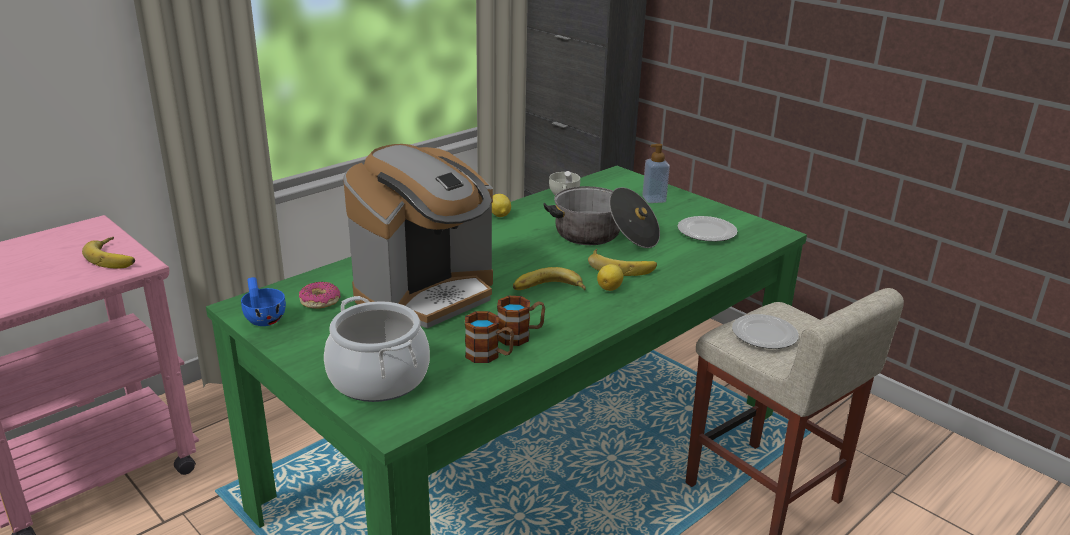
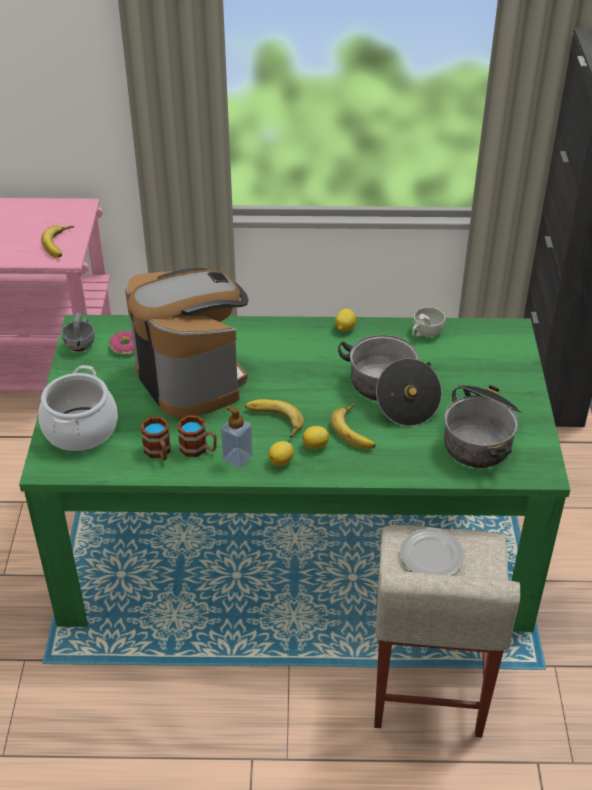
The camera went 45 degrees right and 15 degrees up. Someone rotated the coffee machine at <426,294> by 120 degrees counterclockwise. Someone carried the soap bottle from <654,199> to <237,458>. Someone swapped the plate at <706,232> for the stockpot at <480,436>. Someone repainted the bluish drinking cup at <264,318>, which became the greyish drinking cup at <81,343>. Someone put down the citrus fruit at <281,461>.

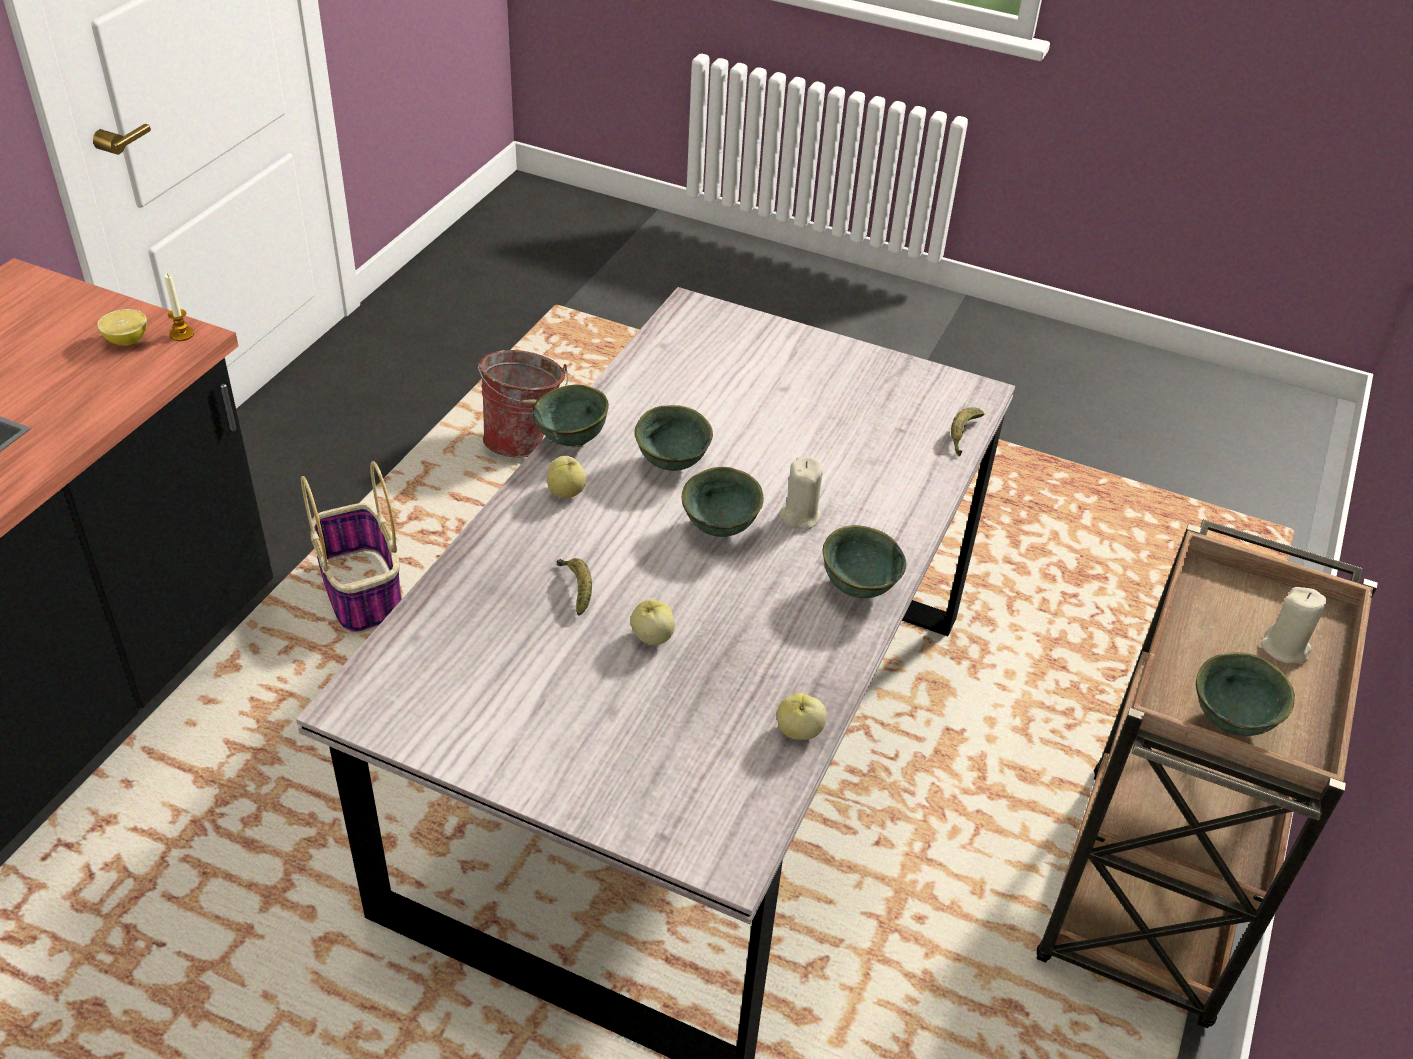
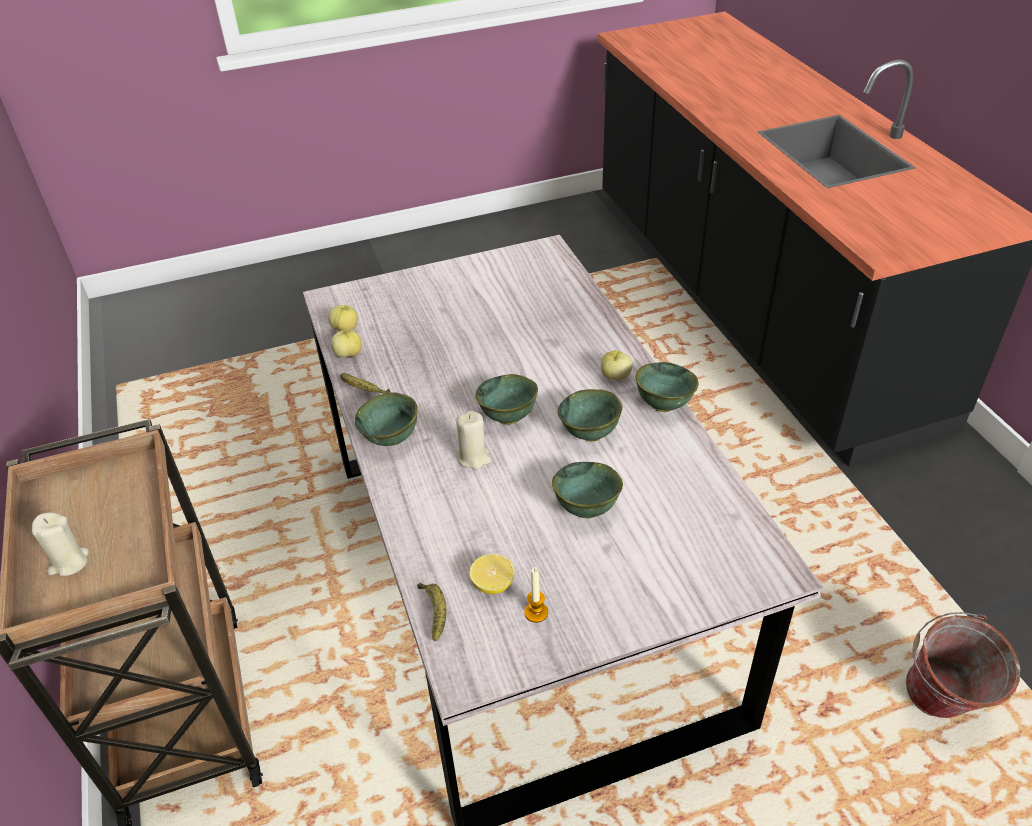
The camera went 140 degrees right and 0 degrees up. Someone carried the wax candle from <182,334> to <536,612>. Someone carried the citrus fruit from <127,340> to <493,584>. Someone took away the basket at <363,593>. Someone carried the whole banana from <577,589> to <363,390>. Someone carried the whole apple from <652,637> to <345,329>. Someone carried the green serving bowl from <1233,722> to <585,509>.

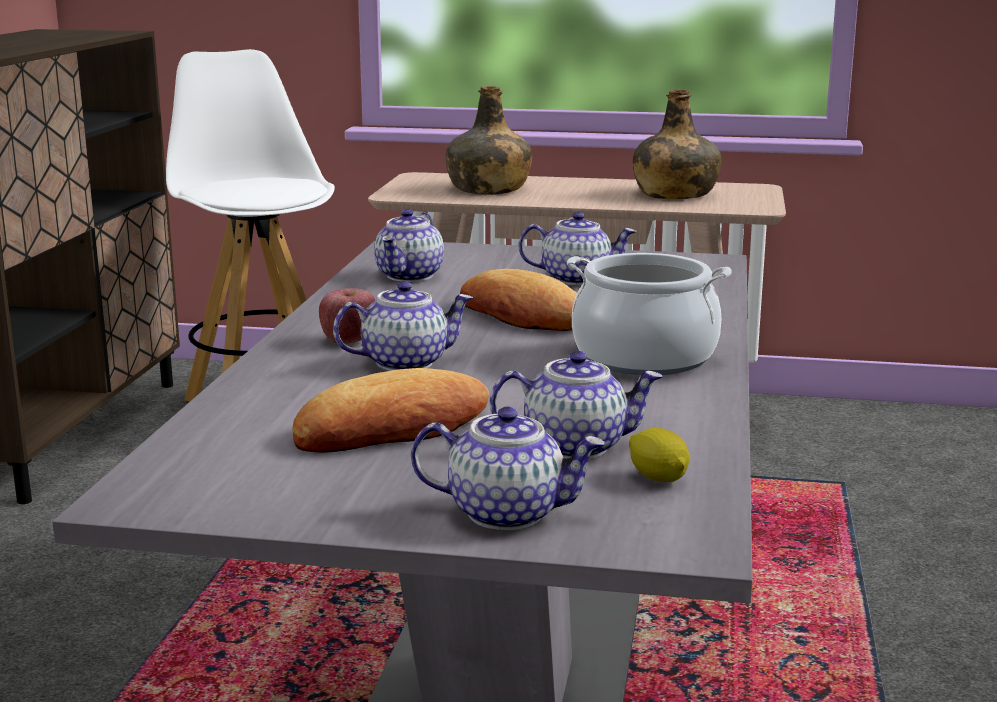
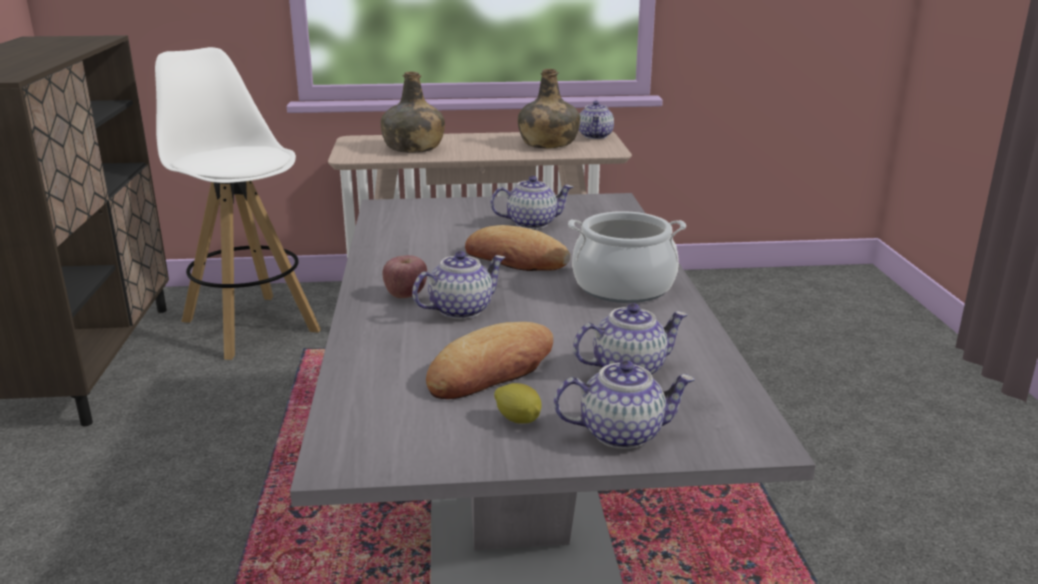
The camera went 15 degrees left and 5 degrees up. Someone carried the pot for tea from <410,276> to <595,136>. Someone carried the citrus fruit from <658,478> to <518,419>.

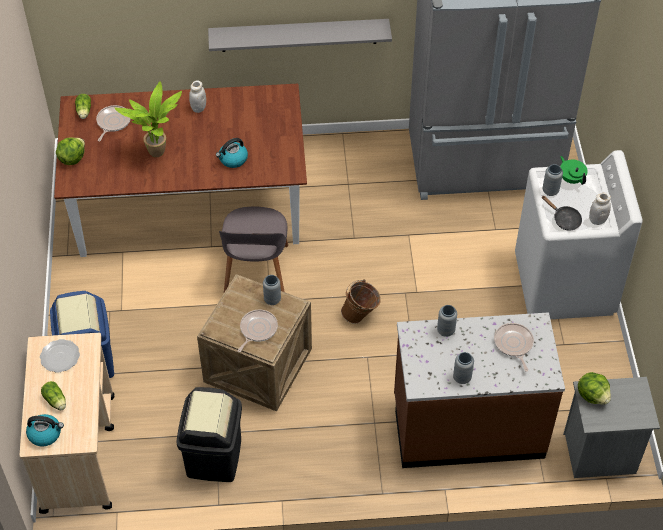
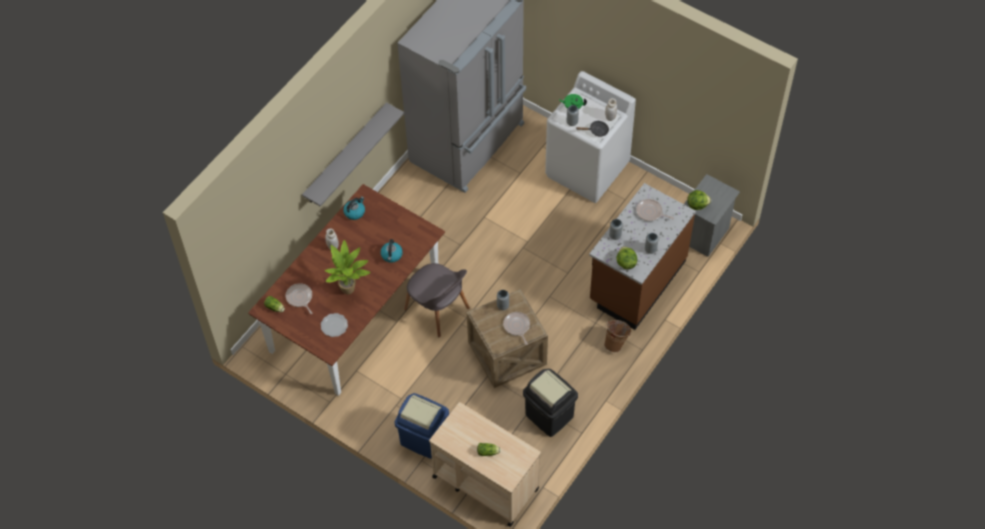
The camera went 50 degrees left and 5 degrees up. Someone carried the head of lettuce from <72,158> to <625,263>. Someone carried the brown water bucket from <361,316> to <616,343>. Someone carried the plate from <60,357> to <334,325>. Someone carried the kettle from <45,434> to <354,212>.

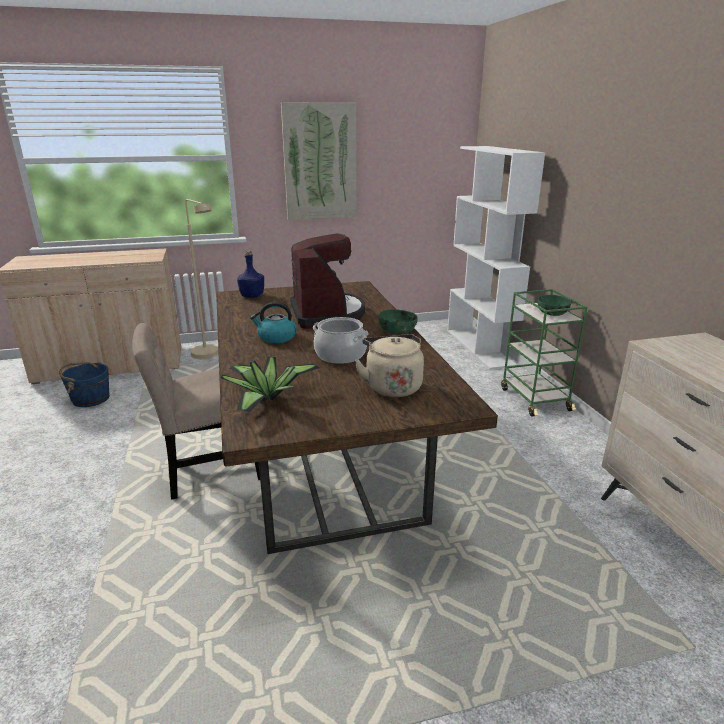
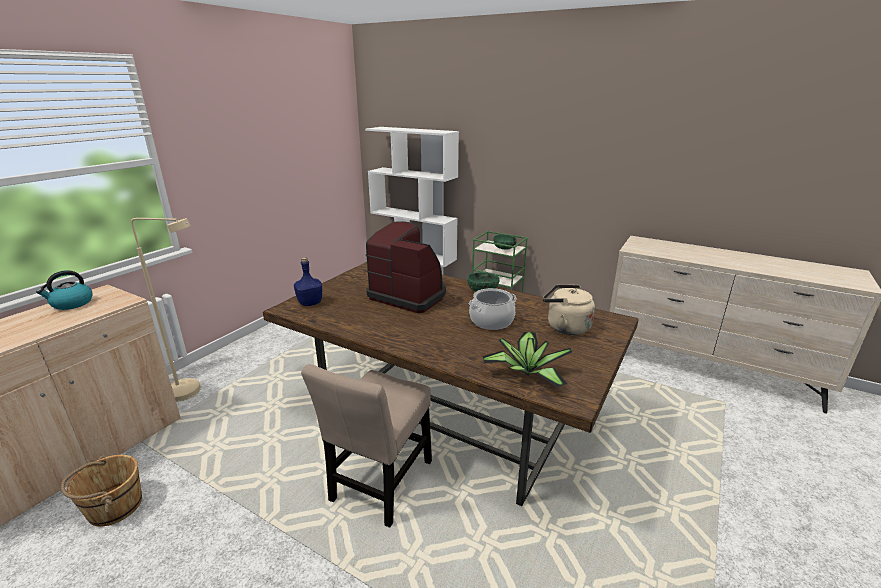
The camera went 45 degrees left and 0 degrees up. Someone took away the picture at <320,162>. Someone carried the kettle from <276,337> to <71,304>. Someone repainted the bluish water bucket at <90,399>, which became the brown water bucket at <114,507>.

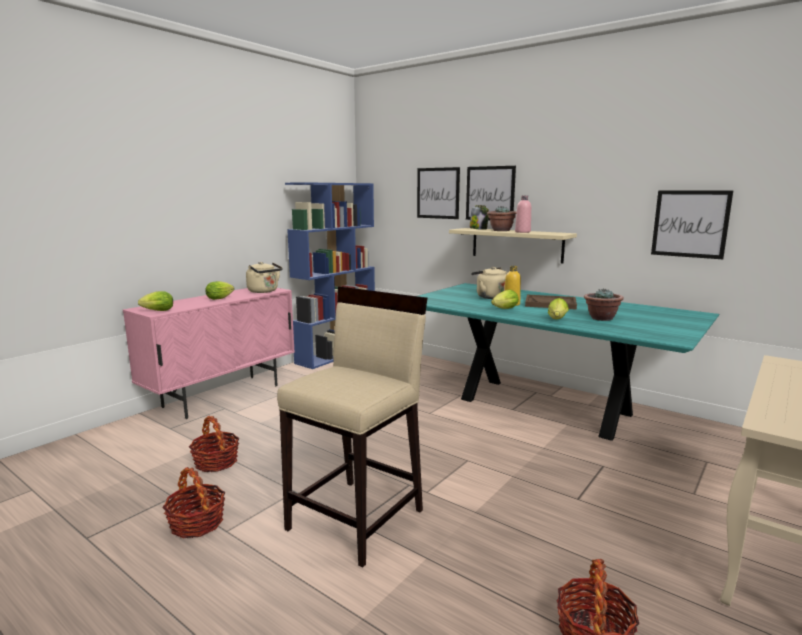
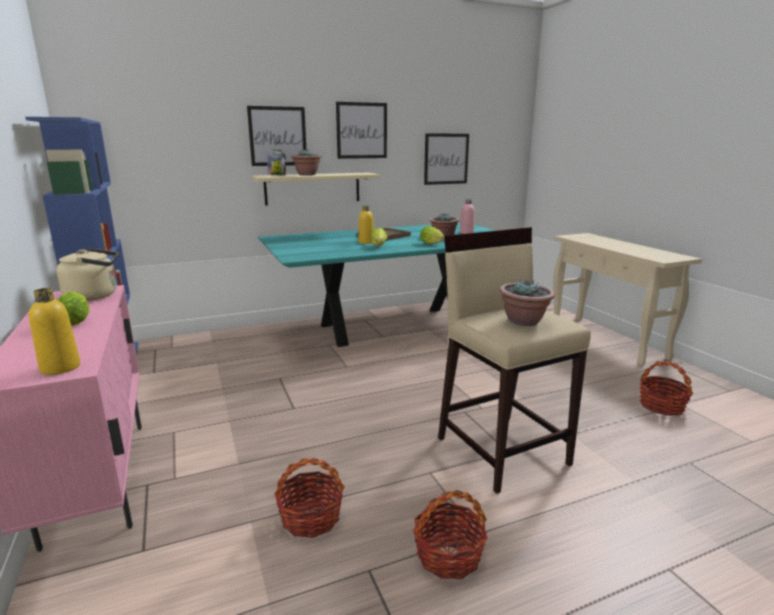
The camera went 60 degrees left and 5 degrees up. Someone carried the picture from <438,193> to <361,130>. Someone carried the pinkish beverage bottle from <522,232> to <466,232>. Someone took away the beige kettle at <489,297>. Someone swapped the head of lettuce at <156,311> for the yellow beverage bottle at <60,368>. Someone put down the houseplant at <524,321>.

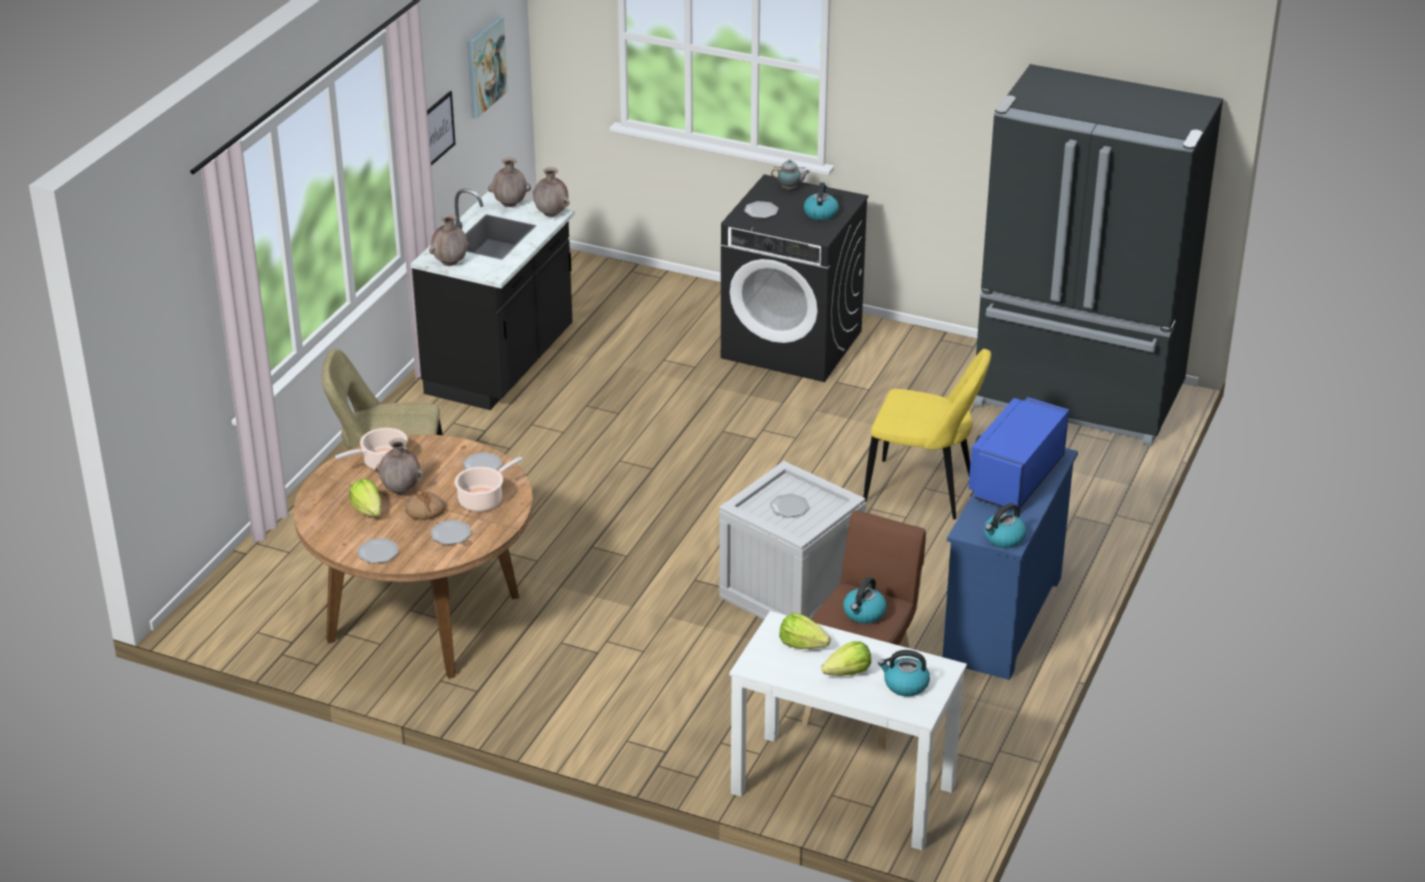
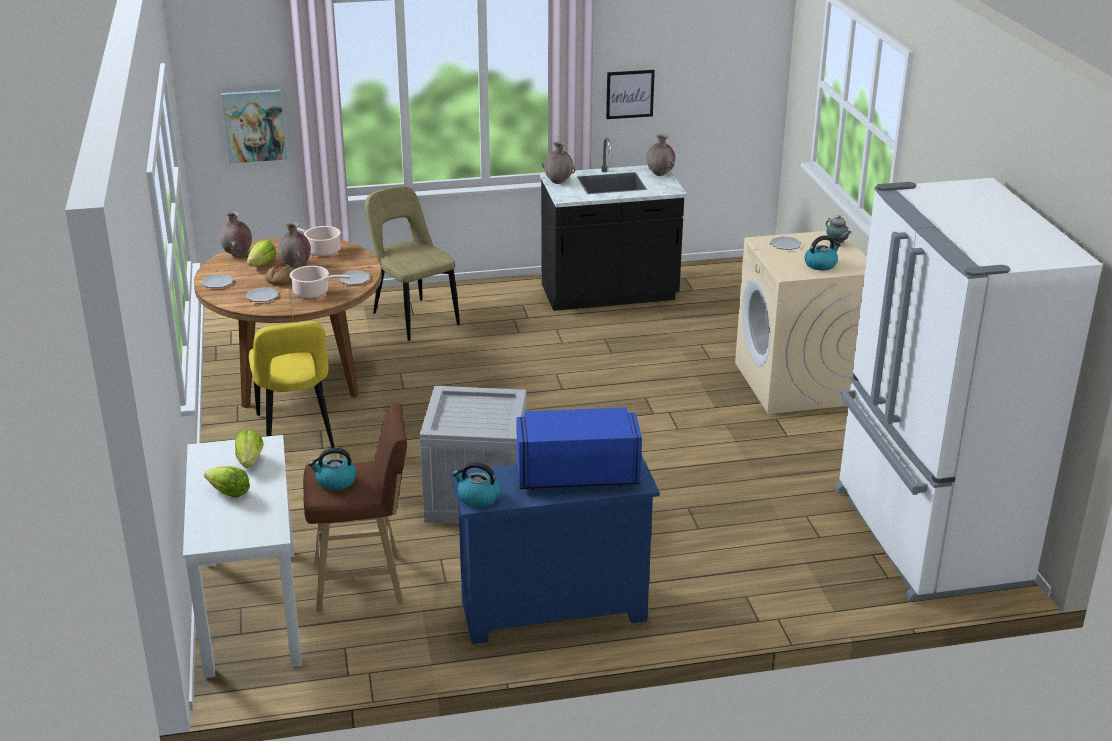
The camera went 55 degrees right and 5 degrees down. Someone carried the picture from <484,66> to <254,125>. Someone repainted the black-coloured refrigerator at <1078,398>, which became the white refrigerator at <925,537>. Someone carried the brown vase from <551,214> to <237,255>. Someone repainted the black-coloured washing machine at <792,344>, which became the beige washing machine at <797,384>. Someone carried the yellow plain chair from <924,491> to <296,434>. Someone took away the plate at <789,507>. Someone took away the kettle at <905,685>.

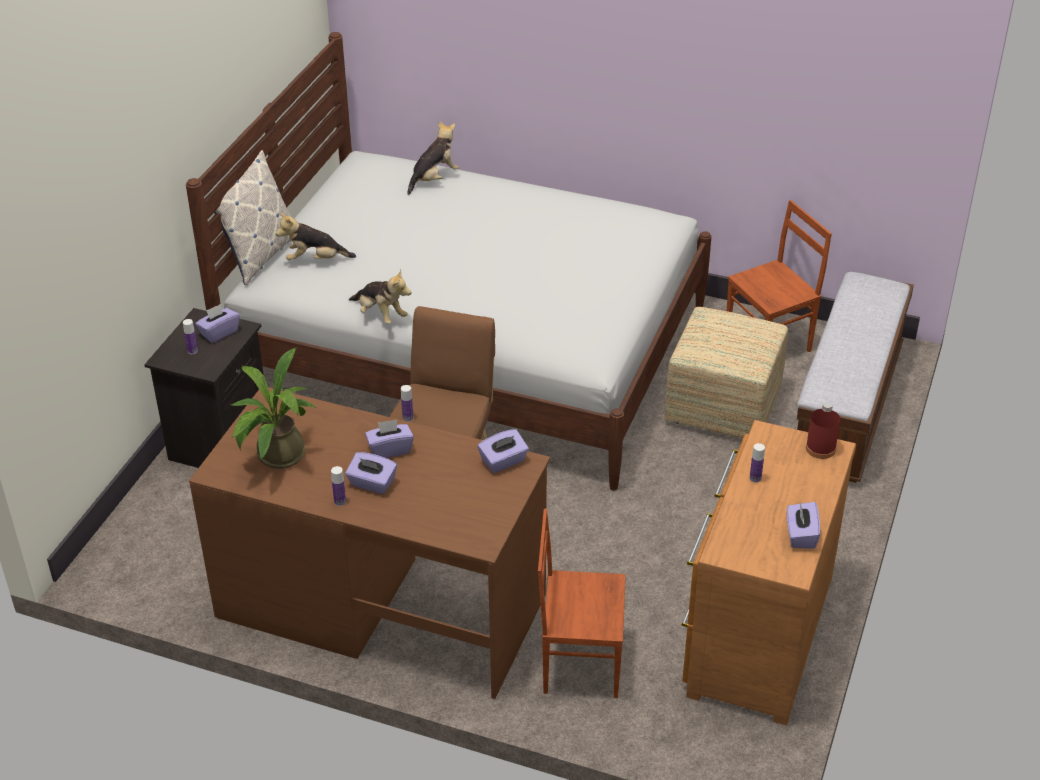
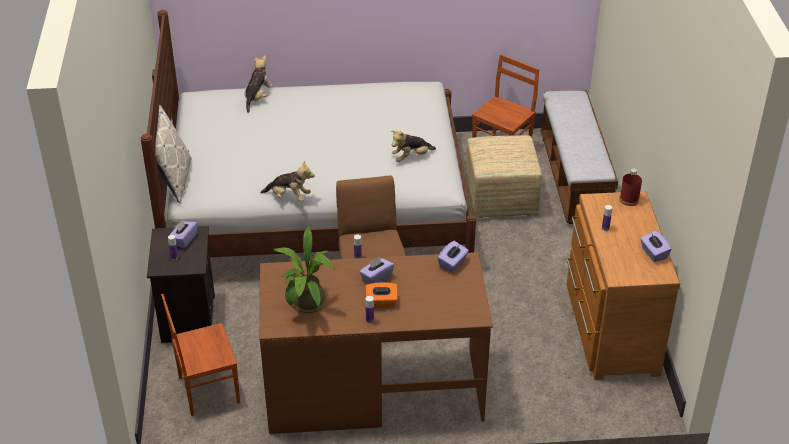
The camera went 25 degrees left and 0 degrees up. Someone carried the soft toy from <315,260> to <411,158>. Someone repainted the purplish tissue box at <372,483>, which became the orange-coloured tissue box at <381,302>. Someone carried the brown plain chair from <580,662> to <207,389>.

